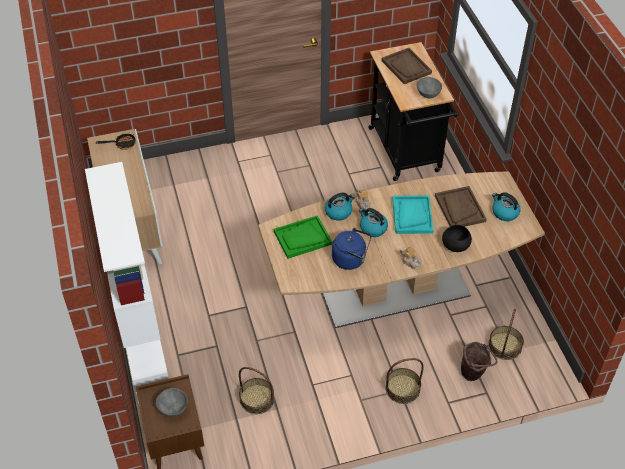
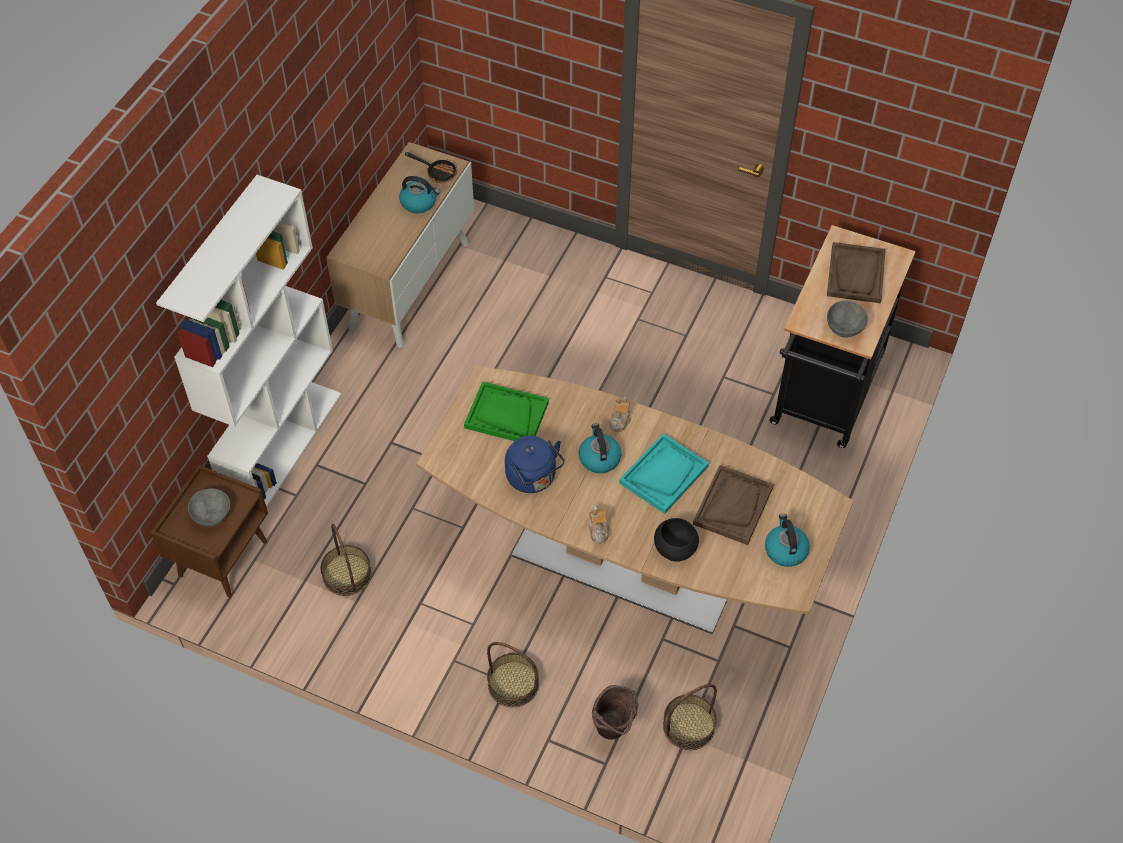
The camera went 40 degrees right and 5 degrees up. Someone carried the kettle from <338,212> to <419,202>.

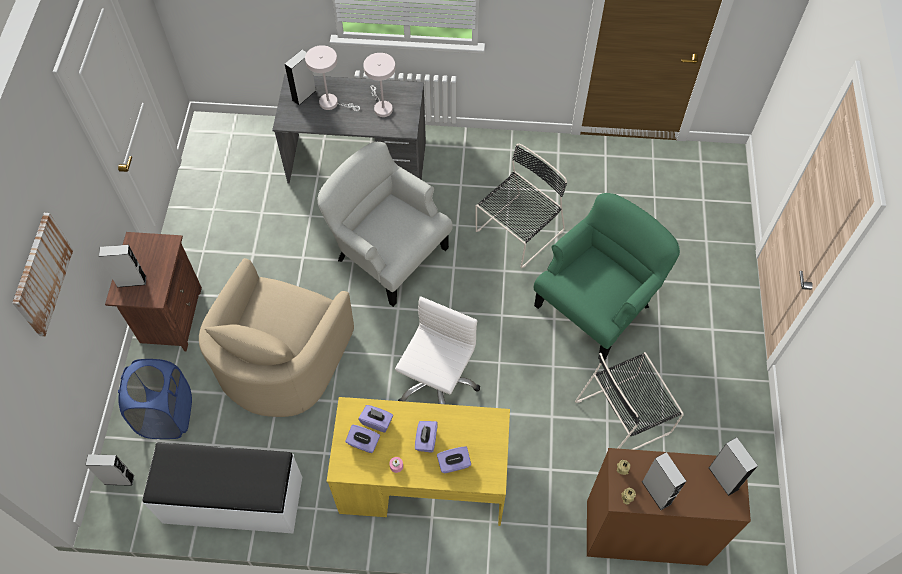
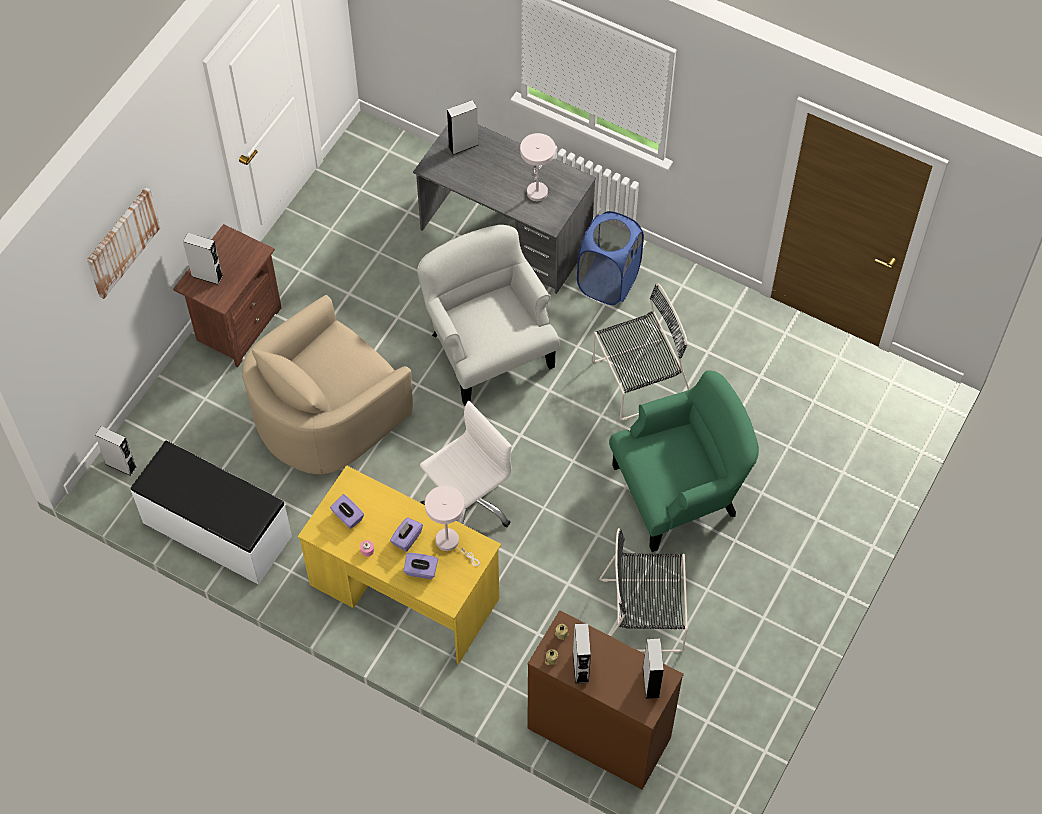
The camera went 25 degrees right and 0 degrees up. Someone carried the white tabletop lamp from <332,103> to <451,543>. Someone carried the bluish washing basket from <167,415> to <608,281>. Someone took away the purplish tissue box at <377,422>.

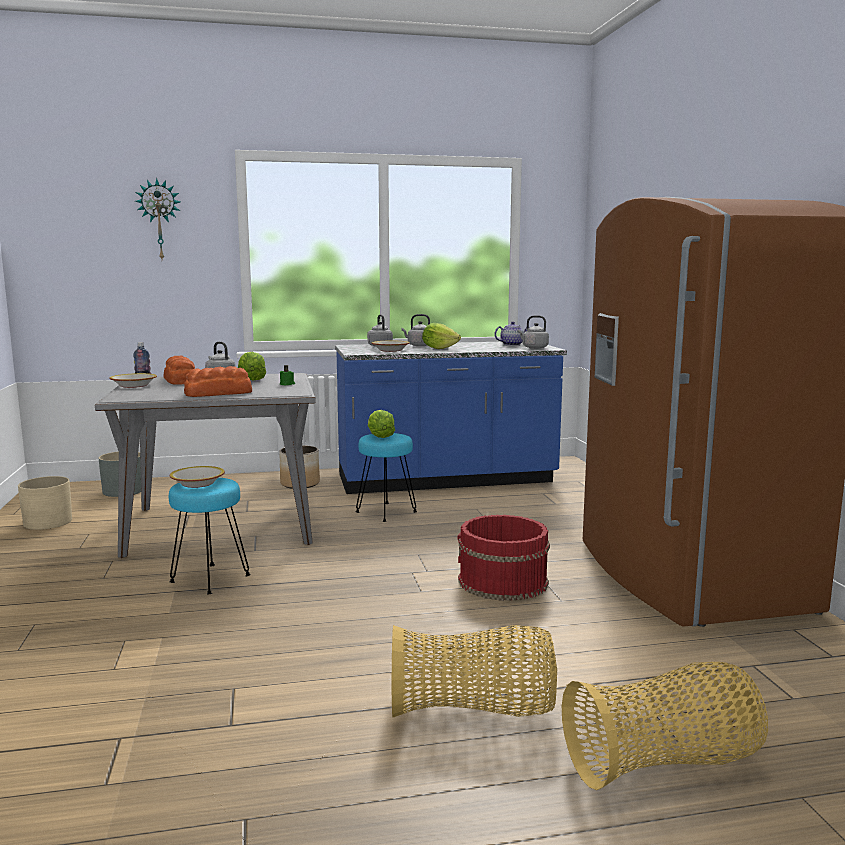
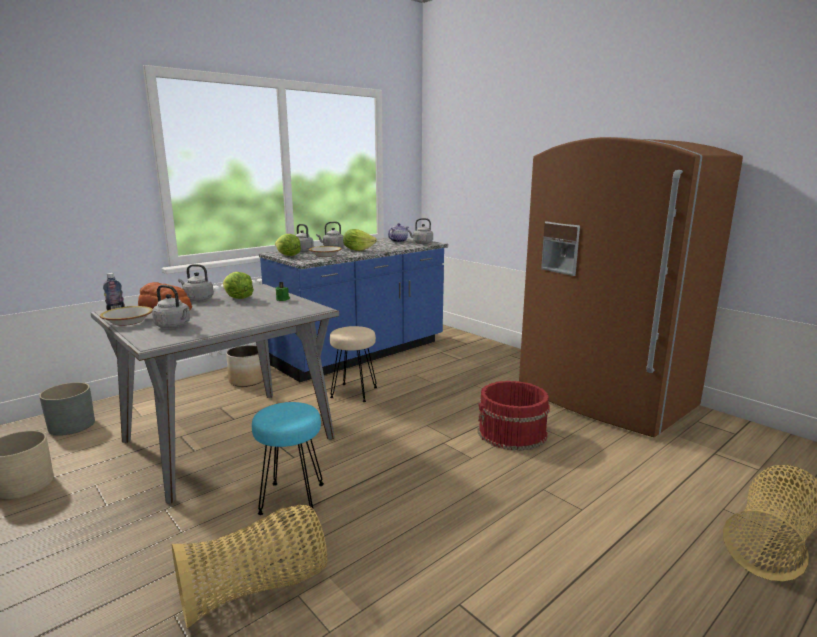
The camera went 30 degrees left and 5 degrees up. Someone took away the clock on the wall at <159,220>. Someone took away the bread at <219,393>. Someone carried the head of lettuce from <380,437> to <288,256>. Someone repainted the turquoise sitting stool at <386,512>, which became the beige sitting stool at <354,393>. Someone took away the serving bowl at <198,483>. Someone carried the basket from <473,710> to <257,589>. Someone put down the greyish kettle at <174,326>.

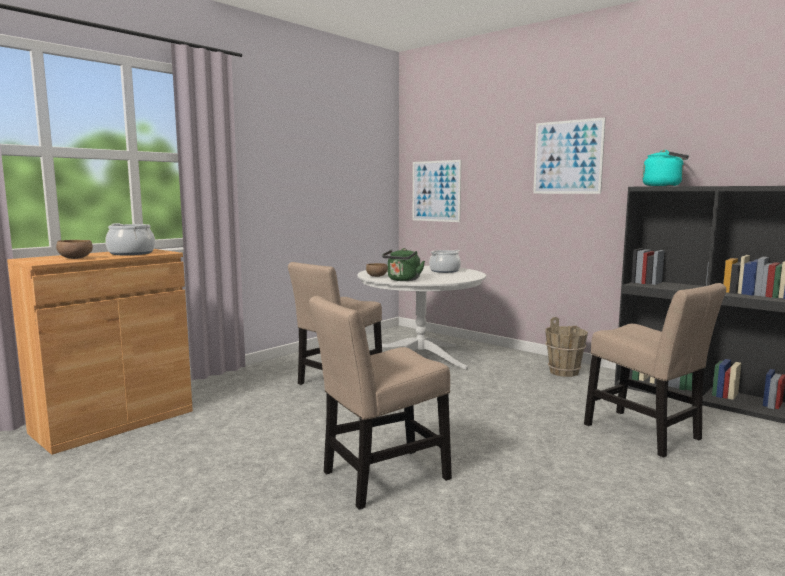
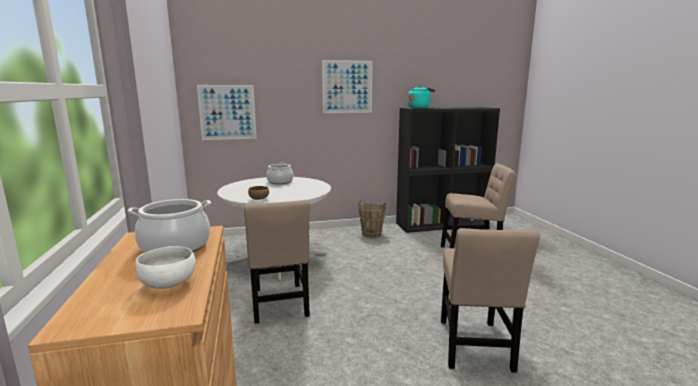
The camera went 55 degrees left and 5 degrees up. Someone repainted the brown serving bowl at <76,258>, which became the white serving bowl at <169,283>. Someone took away the green kettle at <403,280>.

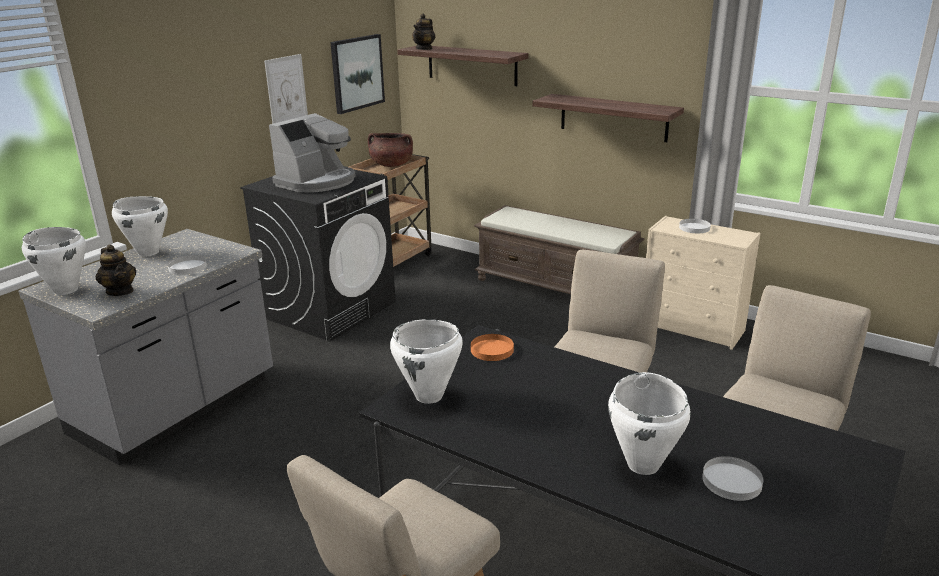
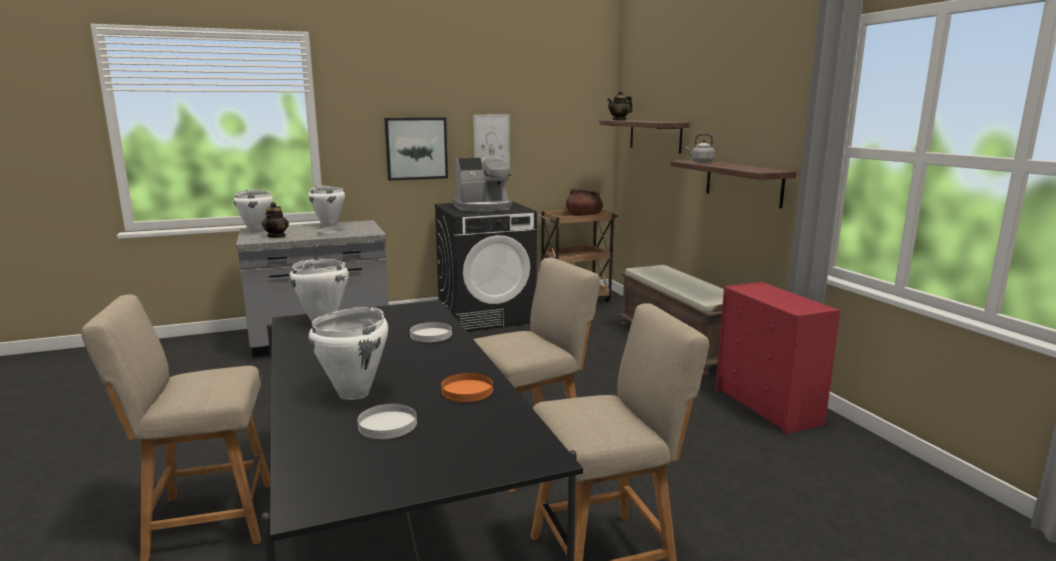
The camera went 35 degrees right and 10 degrees down. Someone carried the picture from <357,73> to <416,148>. Someone repainted the beige dresser at <693,328>, which became the red-coloured dresser at <768,407>. Someone carried the white plate from <694,228> to <430,334>. Someone carried the orange-coloured plate from <491,350> to <467,390>. Someone put down the greyish kettle at <700,162>.

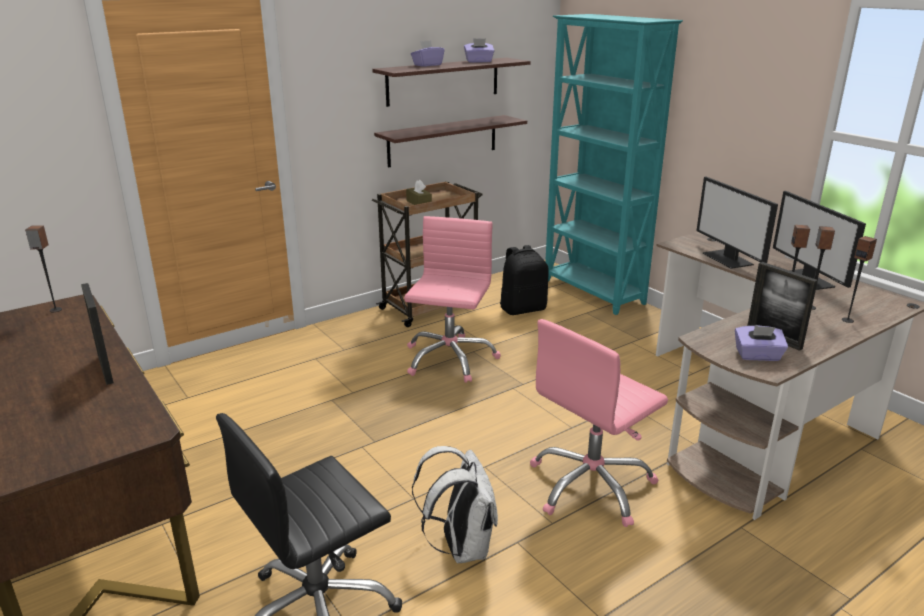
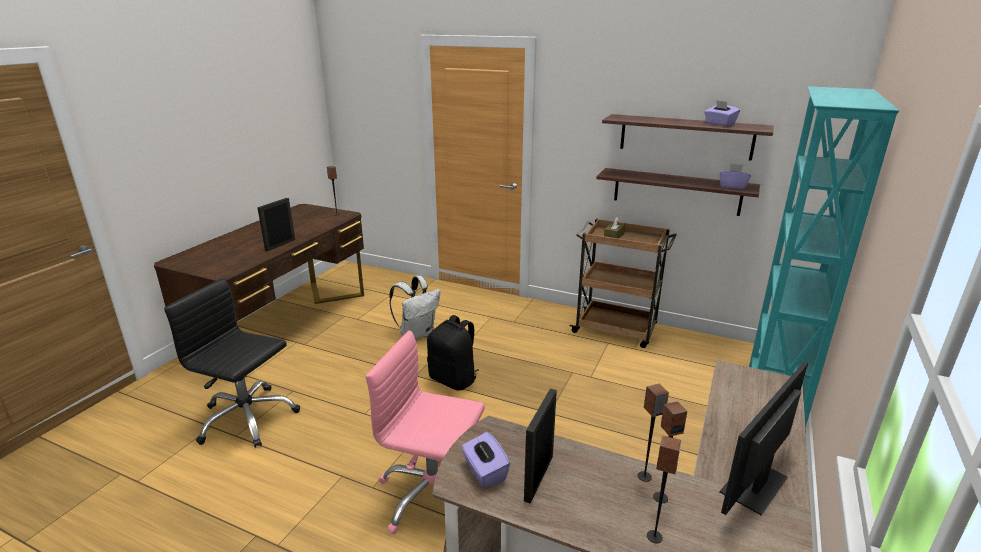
The camera went 60 degrees right and 0 degrees up. Someone carried the purplish tissue box from <427,65> to <732,186>. Someone took away the monitor at <728,259>. Someone took away the pinkish office chair at <449,359>. Someone carried the black-coloured backpack from <523,309> to <454,379>. Someone carried the white backpack from <461,546> to <417,333>.

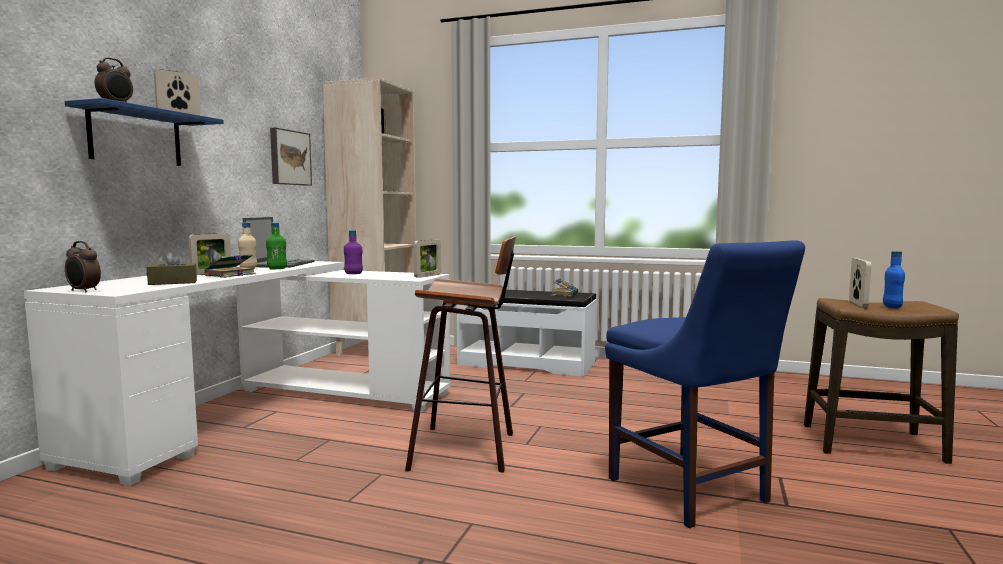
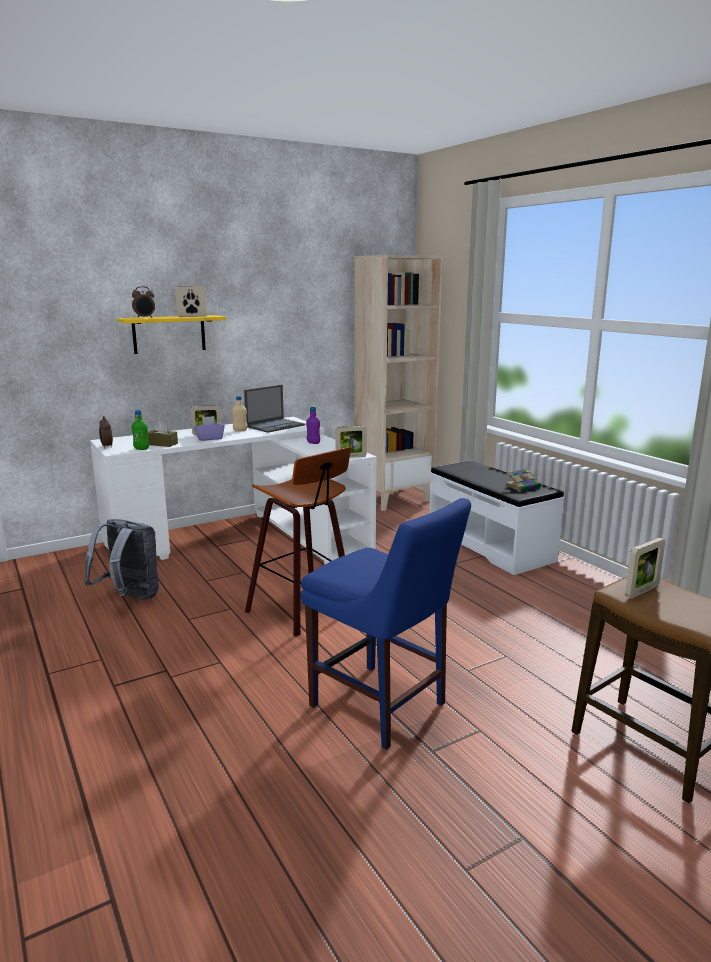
The camera went 40 degrees right and 10 degrees up. Someone repainted the bluish shelf at <136,137>, which became the yellow shelf at <169,334>. Someone took away the picture at <289,157>. Someone carried the green beverage bottle from <277,269> to <141,449>. Someone rotated the bluish plain chair at <691,493> by 60 degrees counterclockwise. Someone took away the bluish beverage bottle at <892,307>. Someone swapped the bound book at <229,275> for the purplish tissue box at <209,438>. Someone put down the greyish backpack at <129,598>.

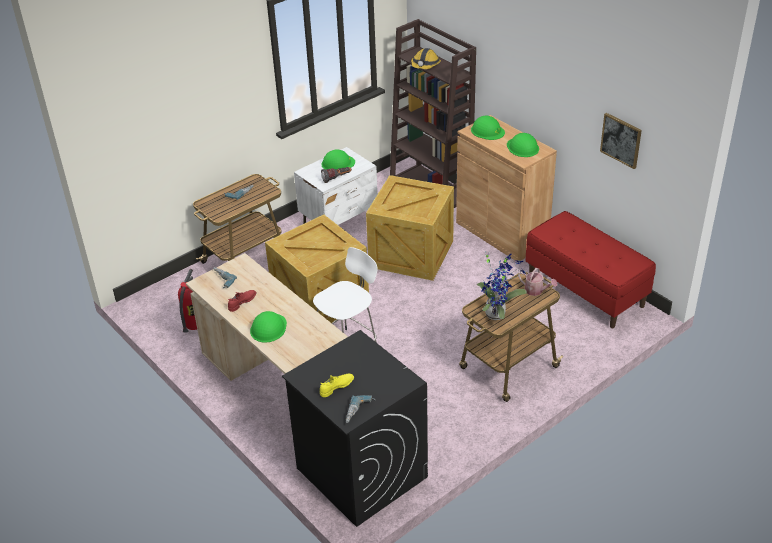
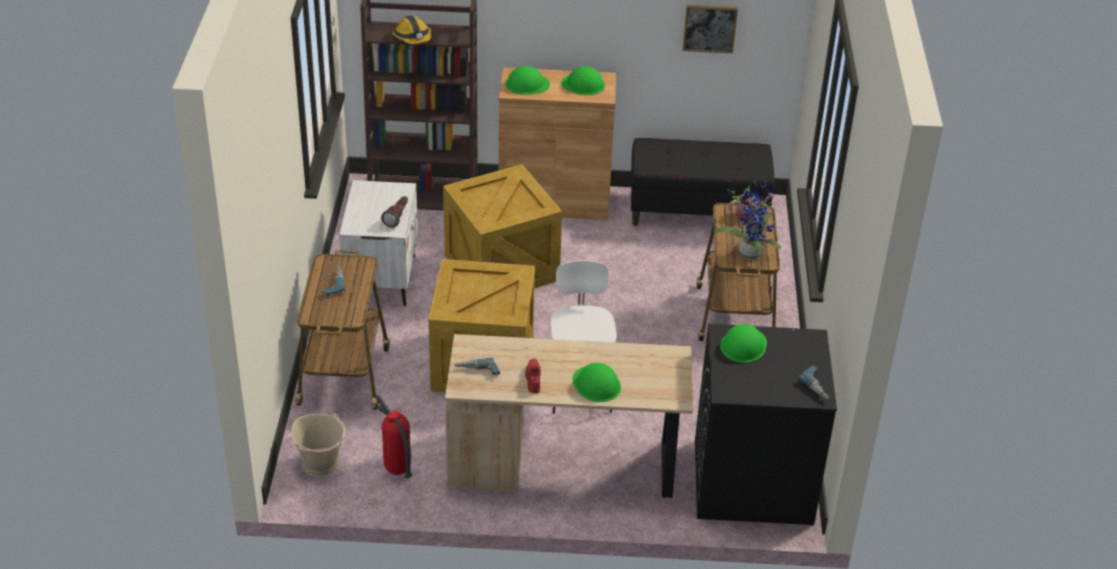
The camera went 50 degrees left and 0 degrees up. Someone carried the green work helmet from <338,163> to <743,345>. Someone repainted the red-coloured indoor bench at <586,290>, which became the black-coloured indoor bench at <697,211>. Someone took away the yellow item of footwear at <336,387>. Someone put down the beige water bucket at <320,463>.

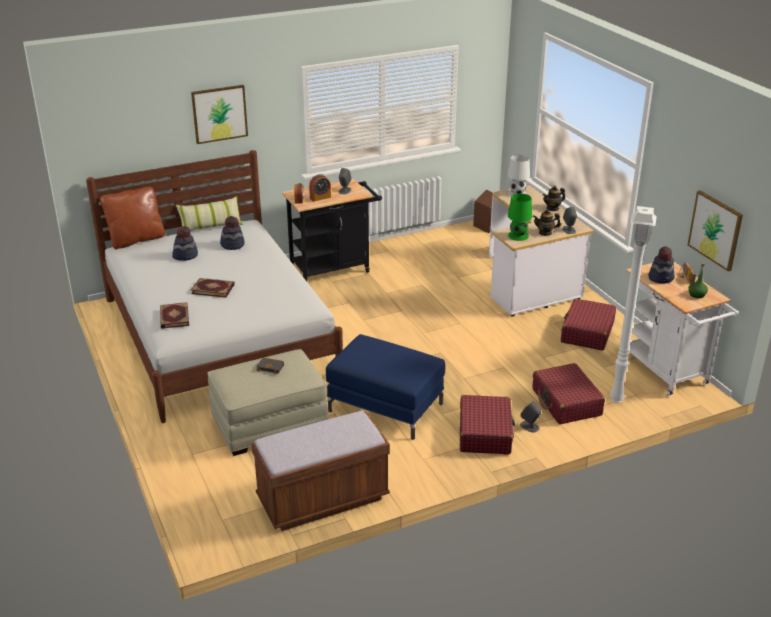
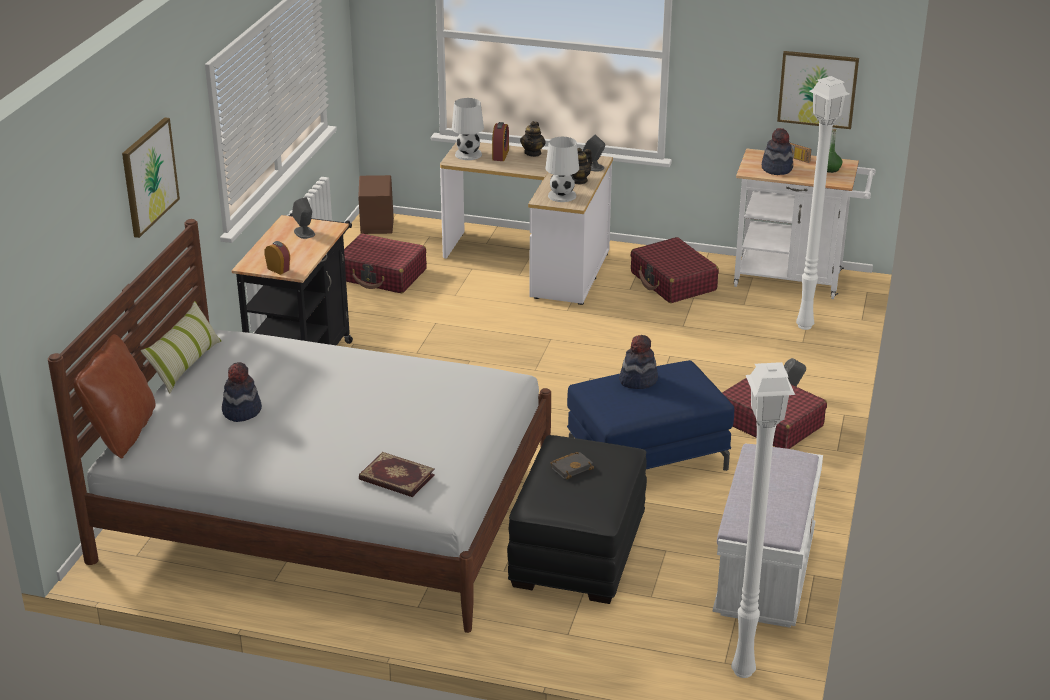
The camera went 50 degrees left and 0 degrees up. Someone carried the bedside clock from <320,198> to <500,155>. Someone repainted the green tabletop lamp at <518,236>, which became the white tabletop lamp at <561,196>. Someone carried the clothing hat from <232,245> to <638,380>. Someone took away the bound book at <213,289>. Someone repainted the beige footrest at <270,424>, which became the black-coloured footrest at <578,550>. Someone carried the red-coloured travel case from <566,402> to <382,275>. Someone repainted the brown indoor bench at <323,499>, which became the white indoor bench at <765,575>. Someone put down the white standard lamp at <742,672>.

